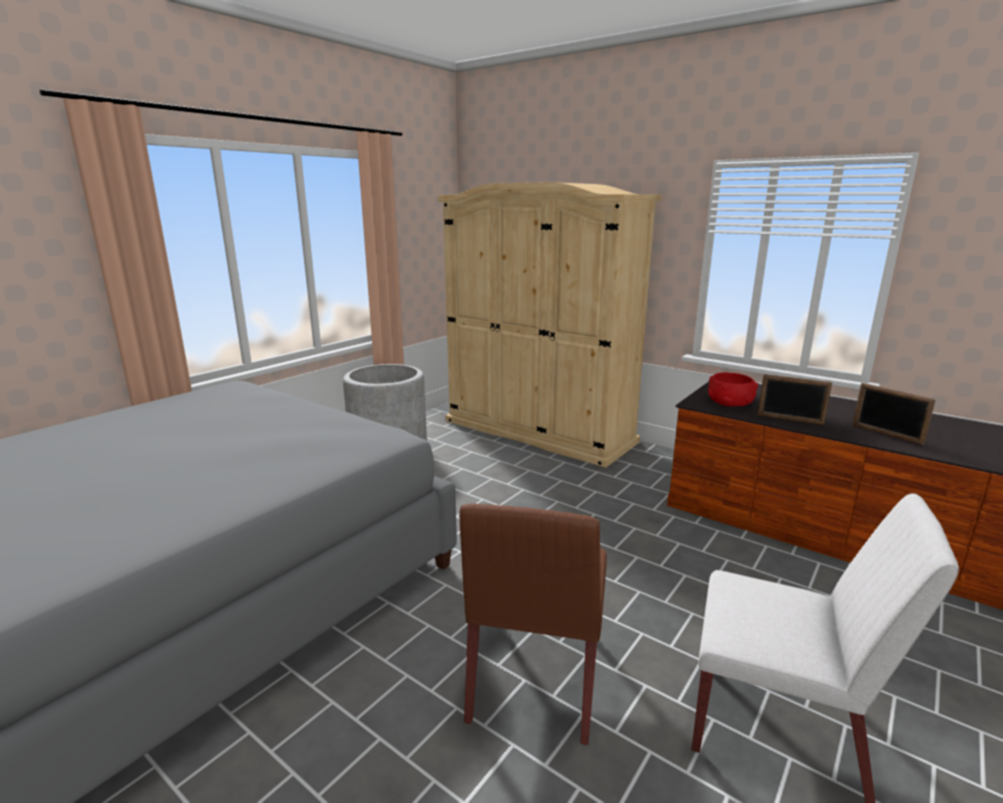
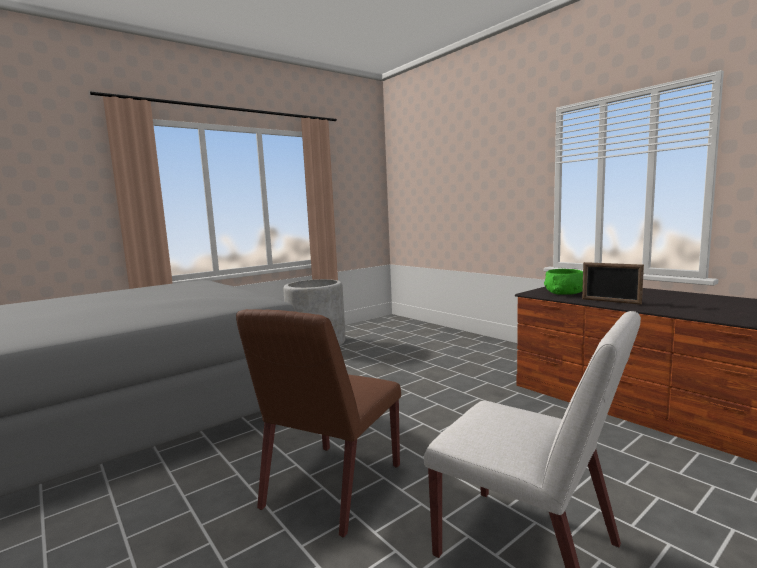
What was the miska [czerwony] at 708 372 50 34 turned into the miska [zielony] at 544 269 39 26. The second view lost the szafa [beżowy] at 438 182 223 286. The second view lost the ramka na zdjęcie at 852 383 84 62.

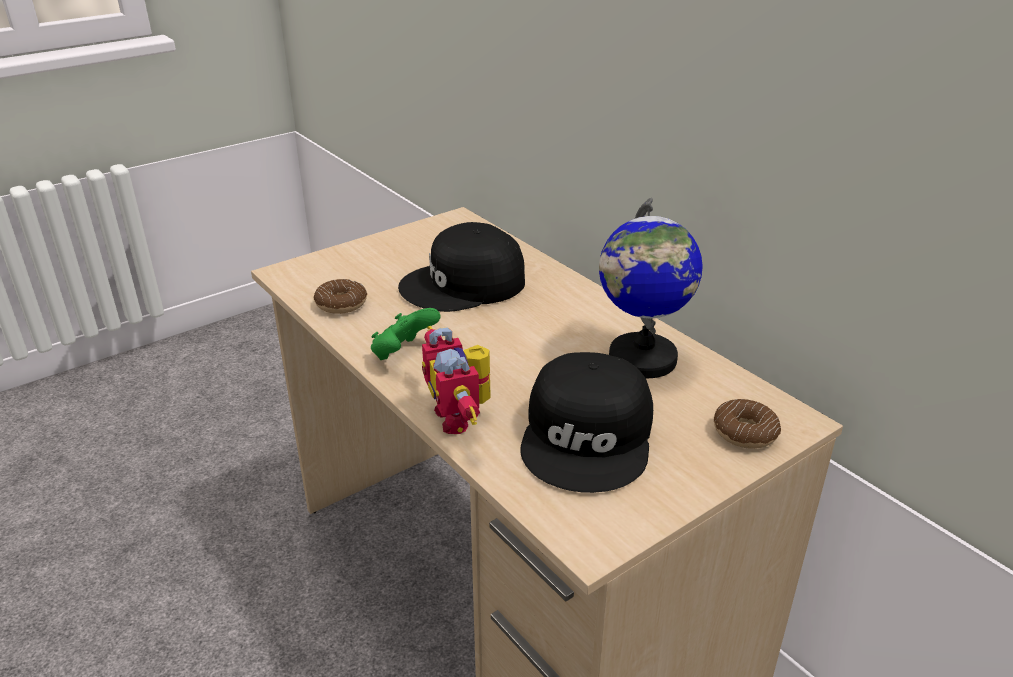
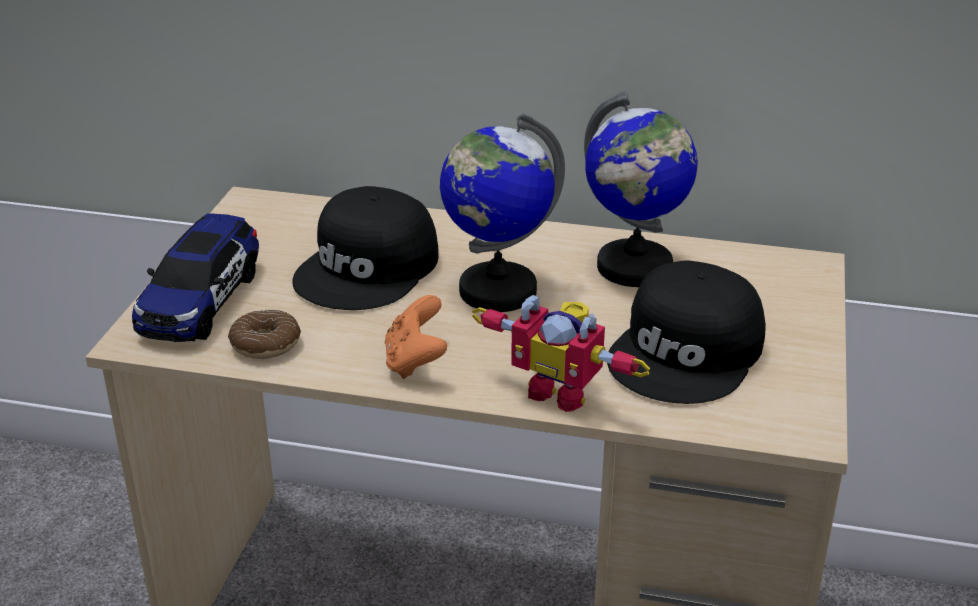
The second view gained the samochodzik at 132 214 127 128. What was the pad do gier [zielony] at 371 308 70 52 turned into the pad do gier [pomarańczowy] at 385 295 62 84. The second view gained the globus at 440 113 125 199. The czapka z daszkiem [czarny] at 520 352 133 141 ended up facing another way, 60 degrees clockwise from before. The second view lost the donut at 714 399 67 50.

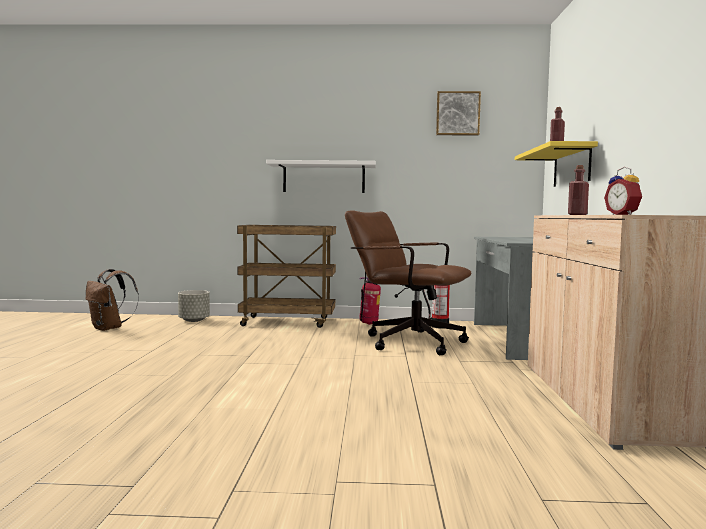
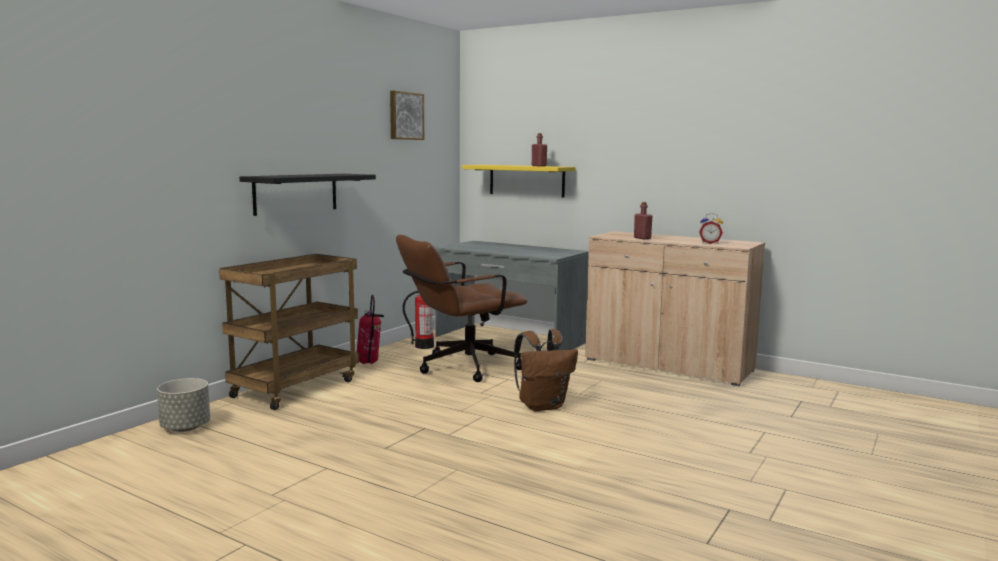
What was the półka [biały] at 266 160 110 33 turned into the półka [czarny] at 239 174 137 42. The plecak [brązowy] ended up elsewhere, having gone from 86 269 53 62 to 514 329 64 82.

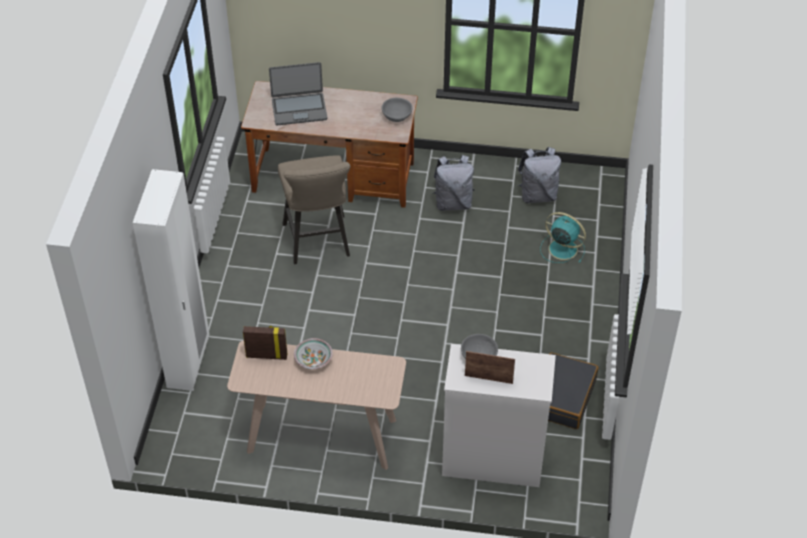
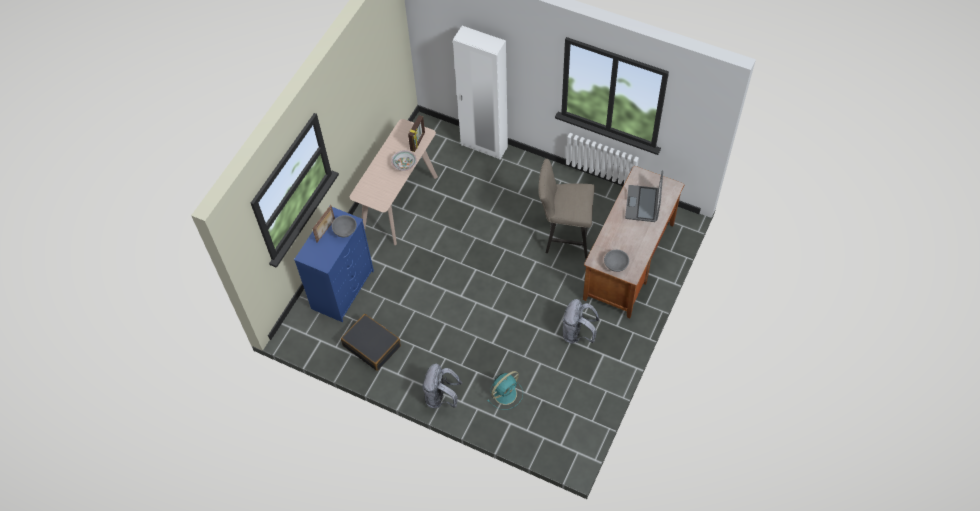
What was the komoda [biały] at 442 344 114 143 turned into the komoda [niebieski] at 294 207 80 115. The plecak [szary] ended up elsewhere, having gone from 518 147 43 56 to 422 364 40 45.

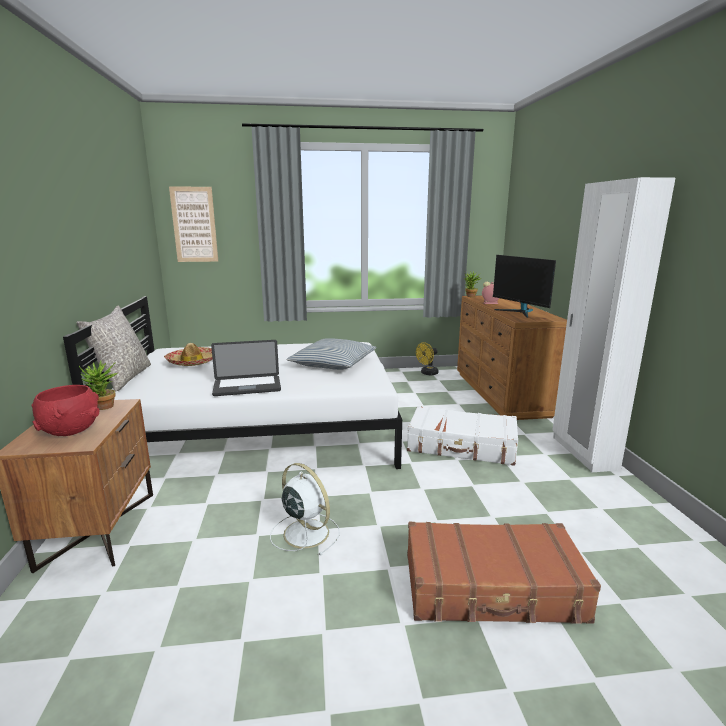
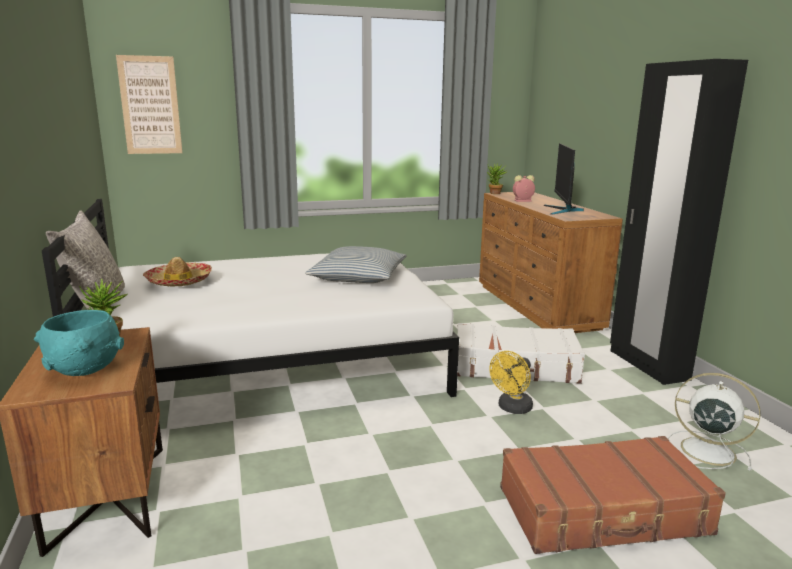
What was the miska [czerwony] at 31 385 68 51 turned into the miska [turkusowy] at 34 310 90 66. The wentylator [żółty] ended up elsewhere, having gone from 416 342 23 33 to 490 351 43 63. The monitor at 493 255 63 63 ended up facing another way, 45 degrees clockwise from before. What was the szafa [biały] at 552 177 123 295 turned into the szafa [czarny] at 610 59 138 326. The wentylator [biały] ended up elsewhere, having gone from 270 463 70 93 to 668 373 92 97. The second view lost the laptop at 211 340 70 56.

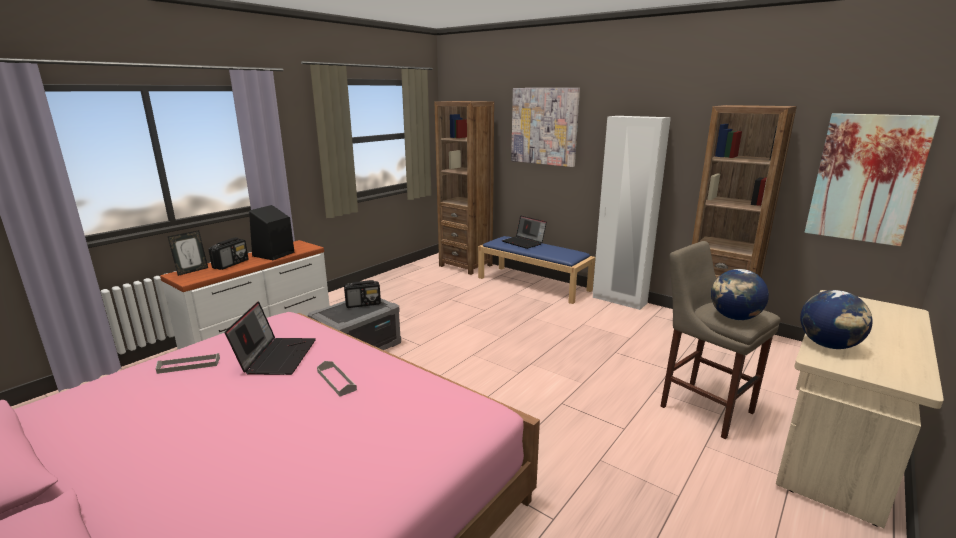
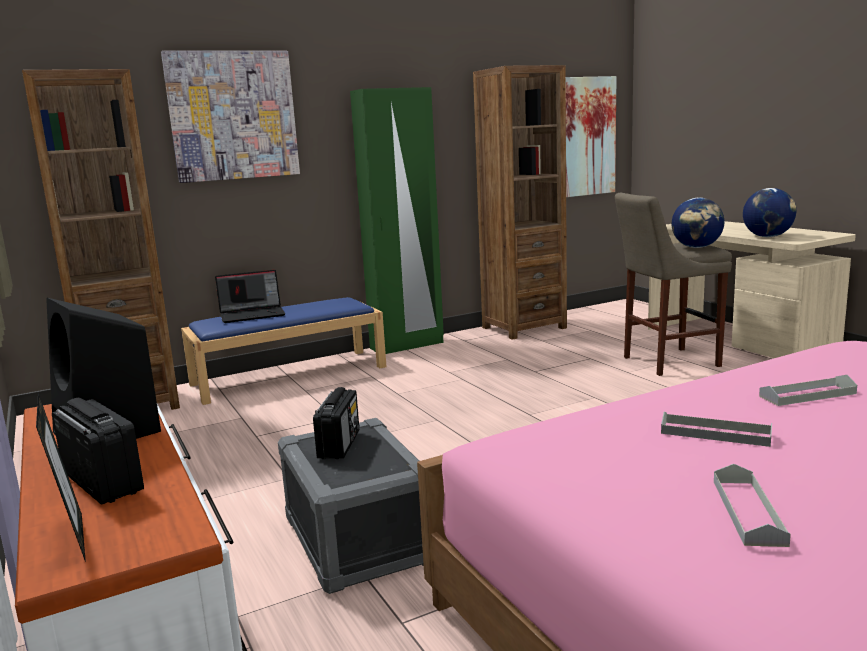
What was the szafa [biały] at 593 116 78 194 turned into the szafa [zielony] at 350 87 94 267. Where the laptop stood at 225 301 91 74, the taca [szary] came to stand at 661 412 111 35.

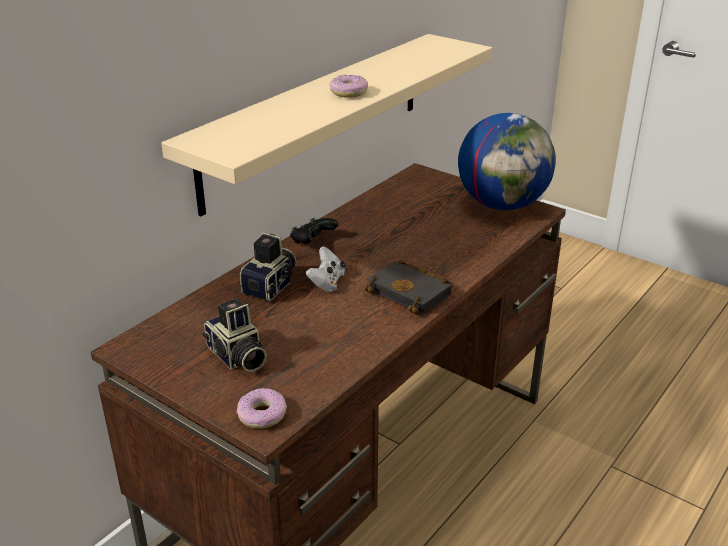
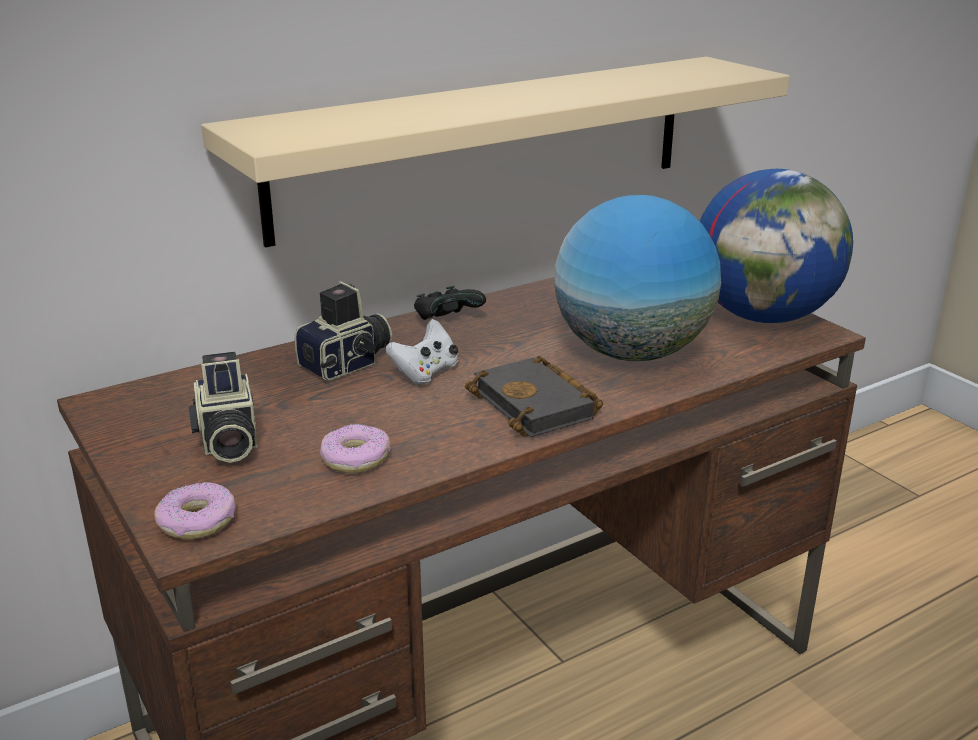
The donut ended up elsewhere, having gone from 330 75 38 23 to 320 424 71 49. The second view gained the globus at 554 195 167 166.

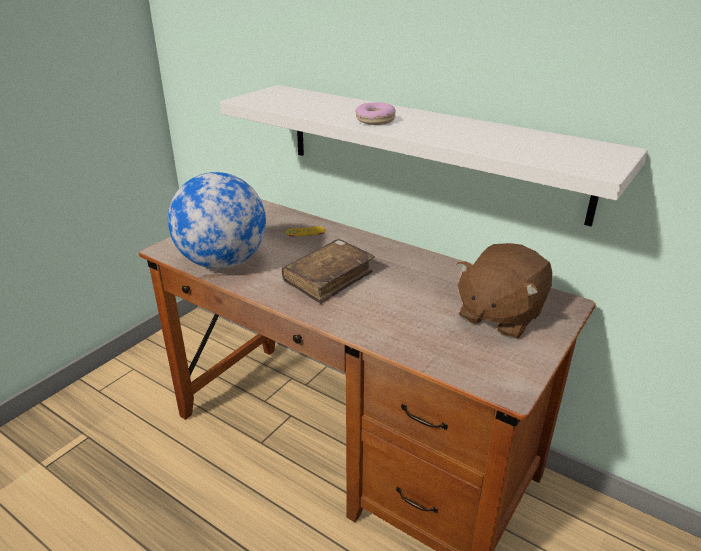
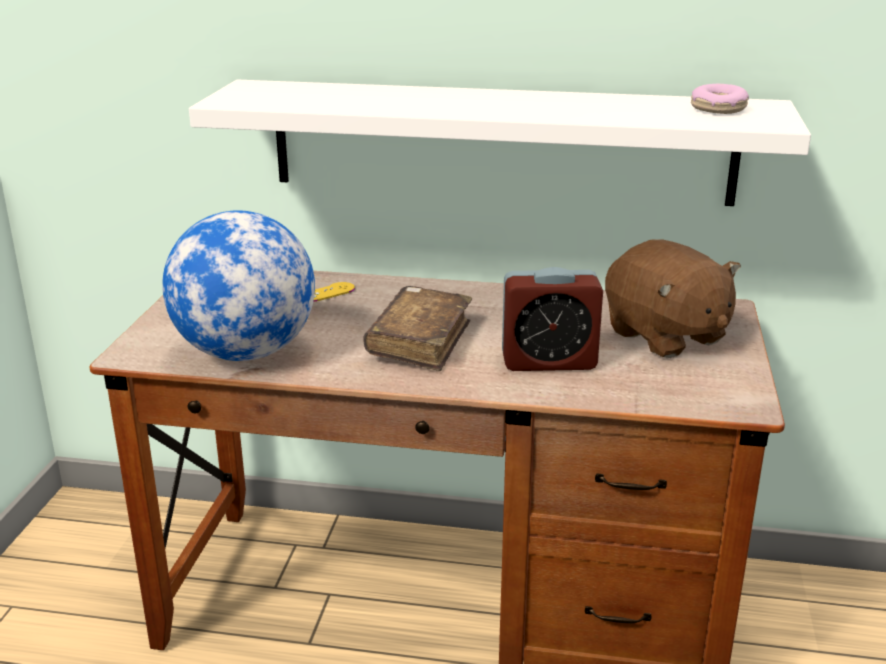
The second view gained the budzik at 502 267 101 104. The pluszak [brązowy] at 456 243 96 96 ended up facing another way, 45 degrees counterclockwise from before. The donut ended up elsewhere, having gone from 355 102 41 23 to 691 84 58 30.

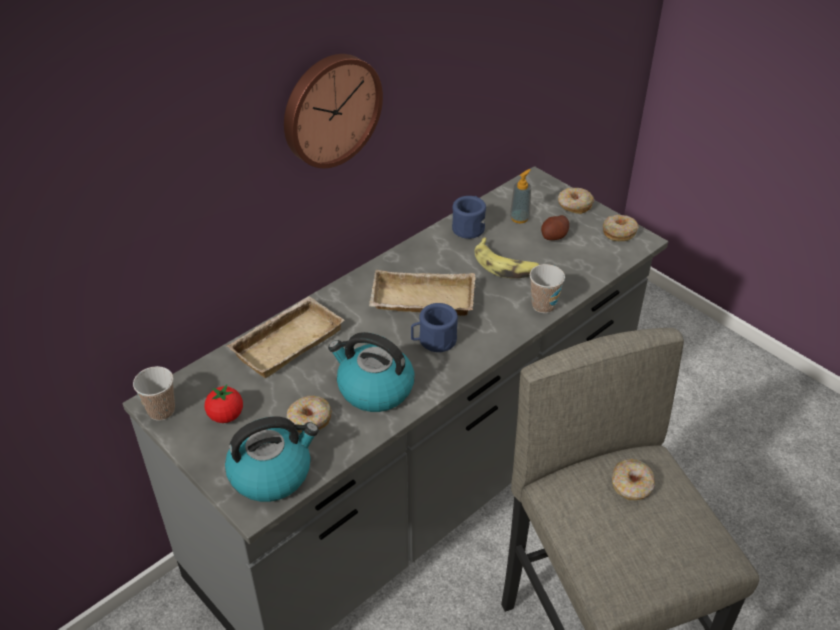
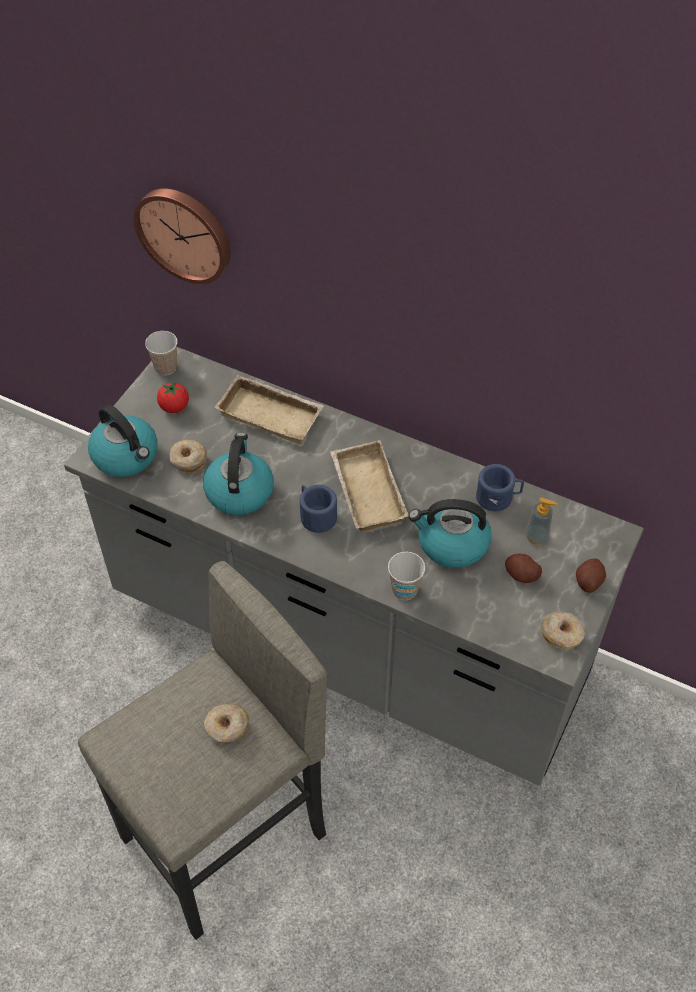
The zegar ścienny ended up elsewhere, having gone from 284 54 99 114 to 134 188 97 96. Where the banan stood at 475 237 64 41, the czajnik came to stand at 409 499 83 69. Where the donut stood at 558 188 36 26, the ziemniak came to stand at 576 558 30 35.

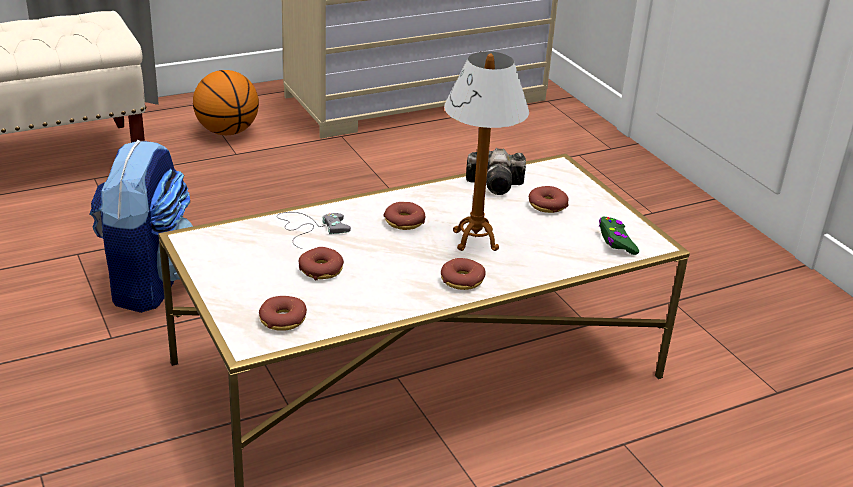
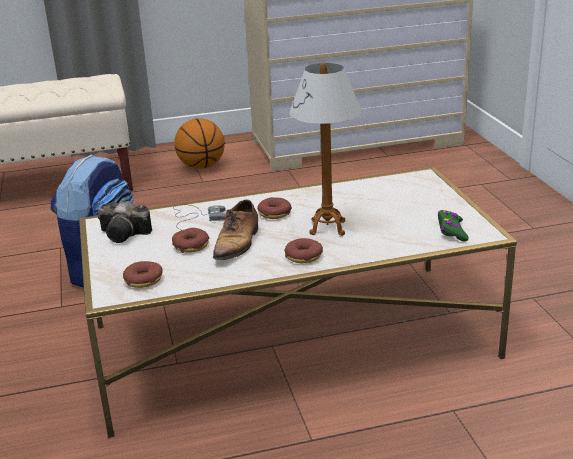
The aparat fotograficzny ended up elsewhere, having gone from 466 148 60 47 to 98 200 54 43. The second view gained the but at 213 199 45 61. The second view lost the donut at 529 186 40 27.

